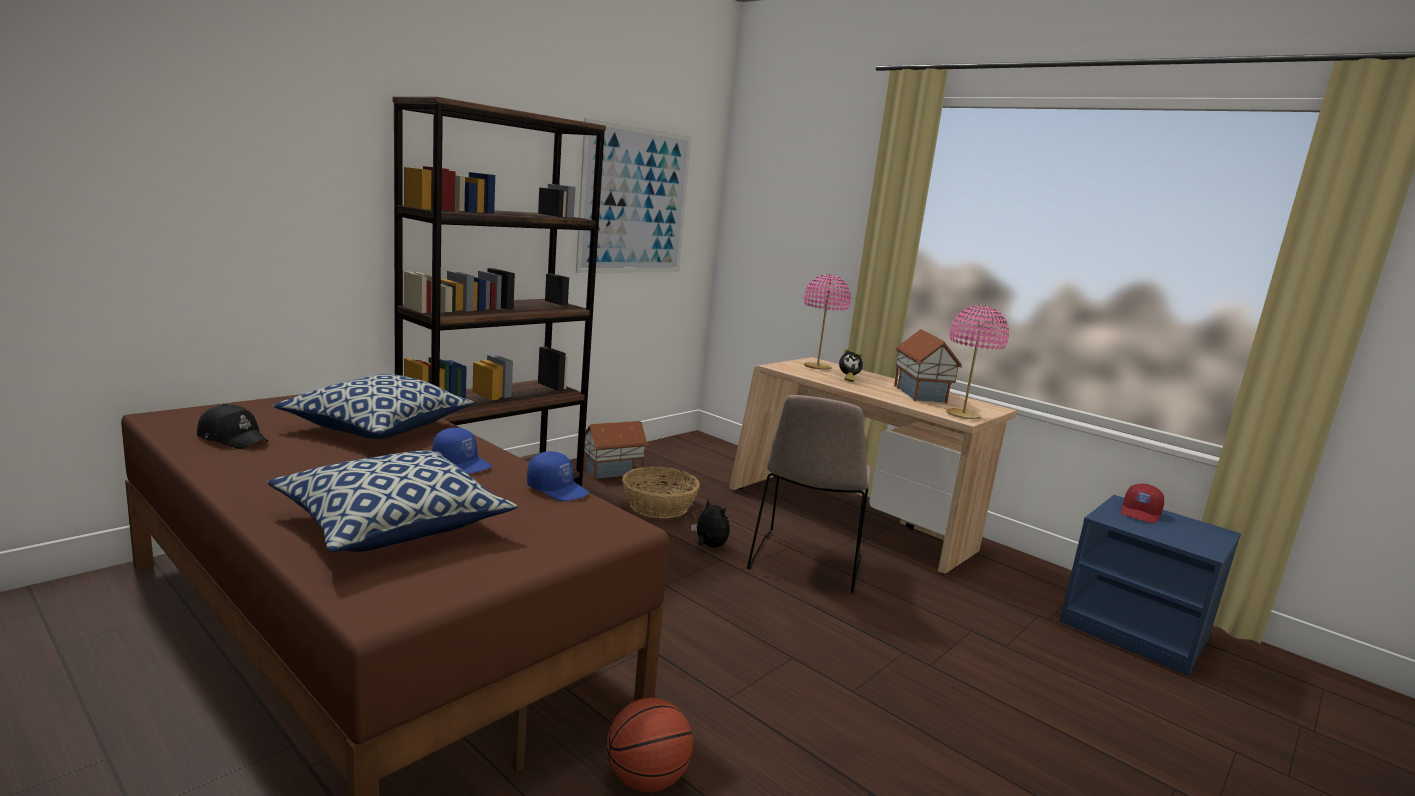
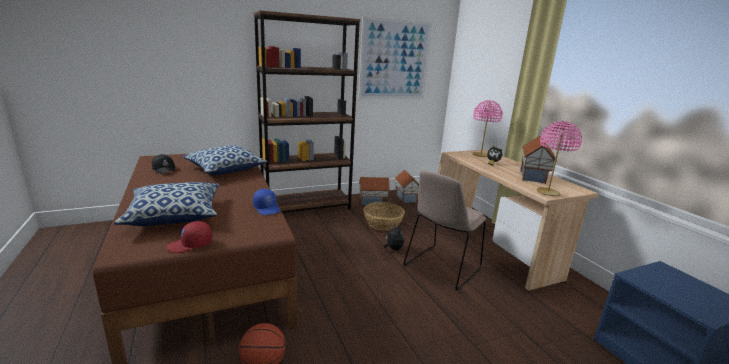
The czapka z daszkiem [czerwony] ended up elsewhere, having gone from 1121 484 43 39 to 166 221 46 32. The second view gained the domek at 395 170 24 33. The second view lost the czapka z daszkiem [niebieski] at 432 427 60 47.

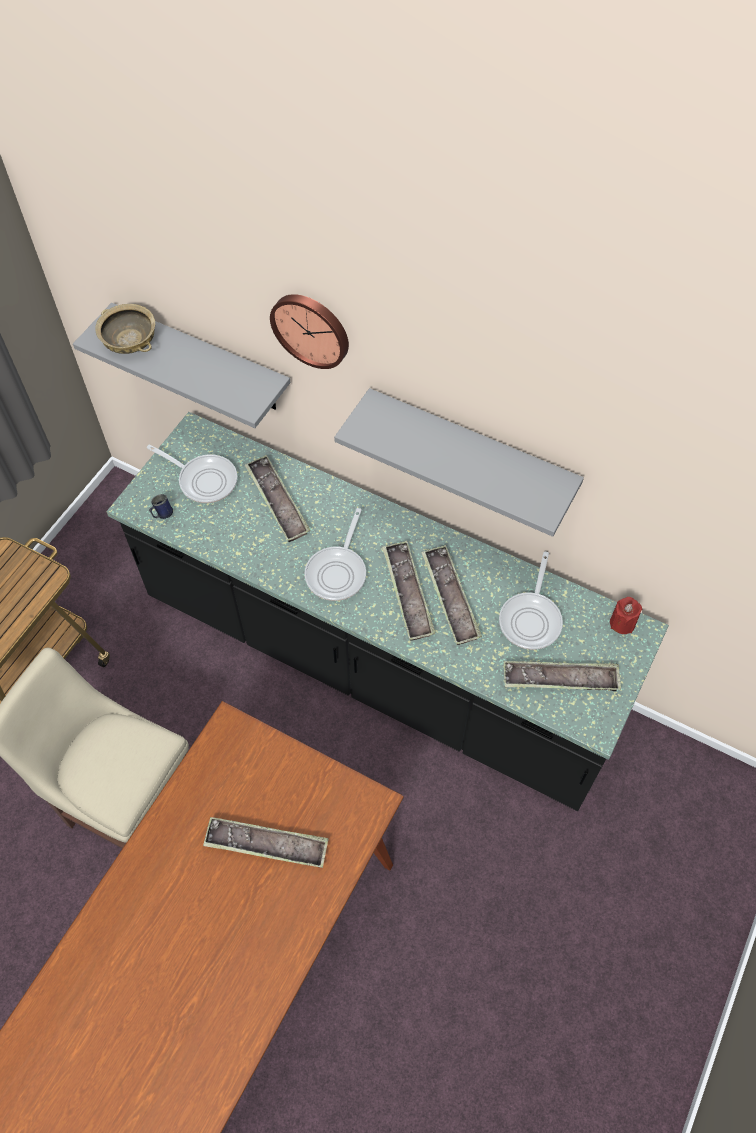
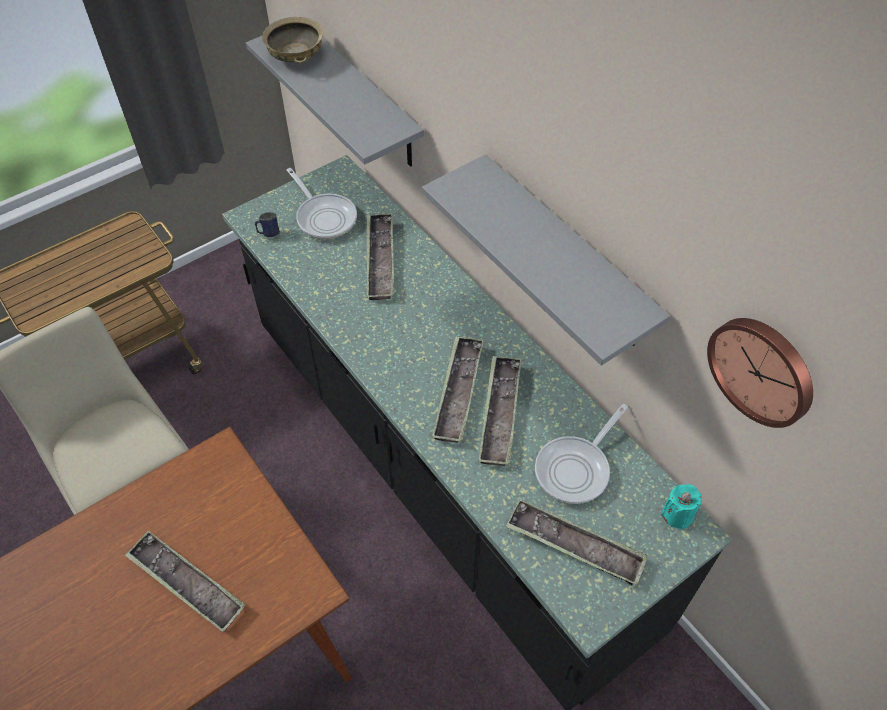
What was the świeca [czerwony] at 610 597 32 37 turned into the świeca [turkusowy] at 661 484 41 46. The zegar ścienny ended up elsewhere, having gone from 270 294 79 75 to 707 318 106 110. The second view lost the patelnia at 305 508 61 93.

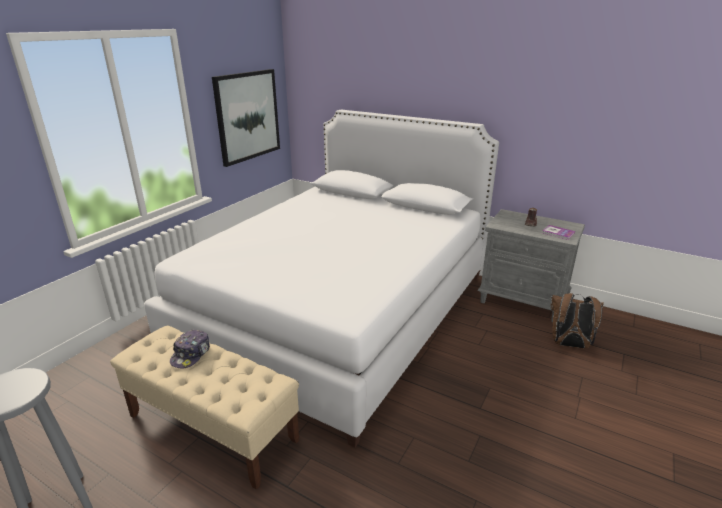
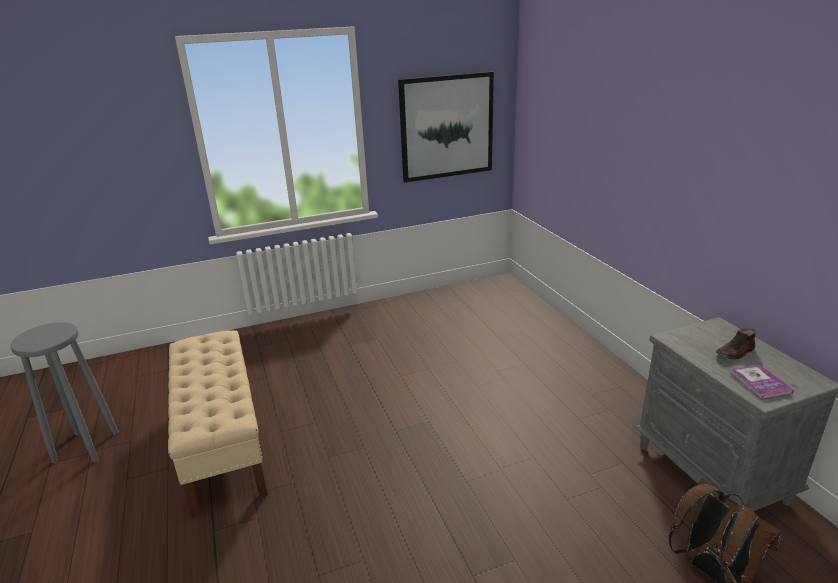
The second view lost the łóżko [biały] at 144 110 355 338. The second view lost the czapka z daszkiem at 170 330 40 38.

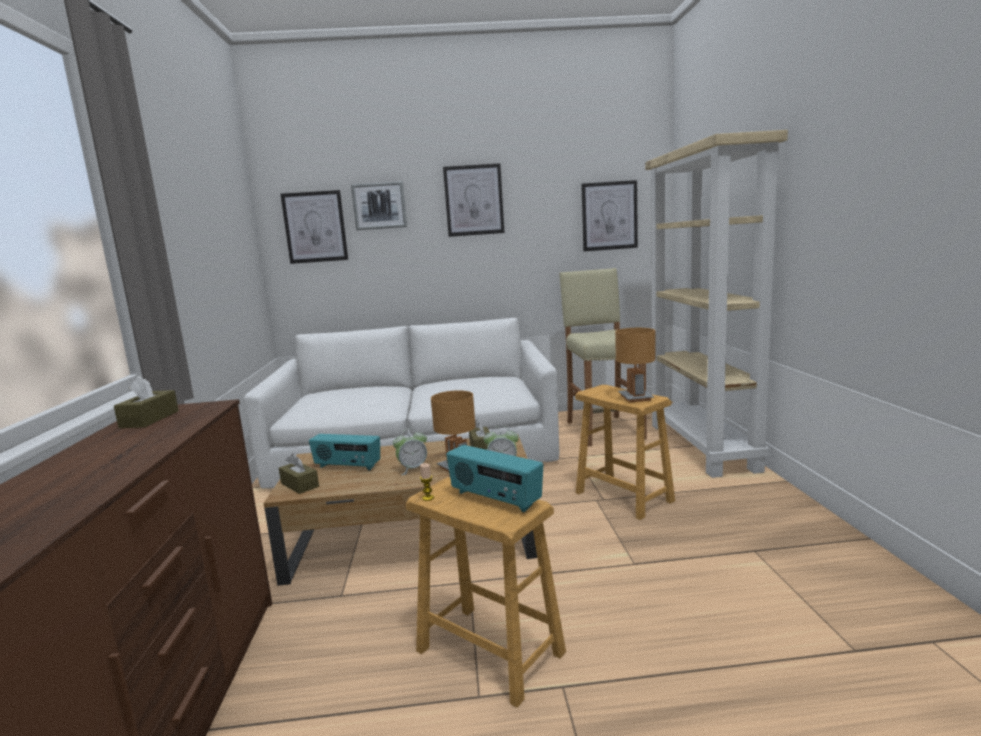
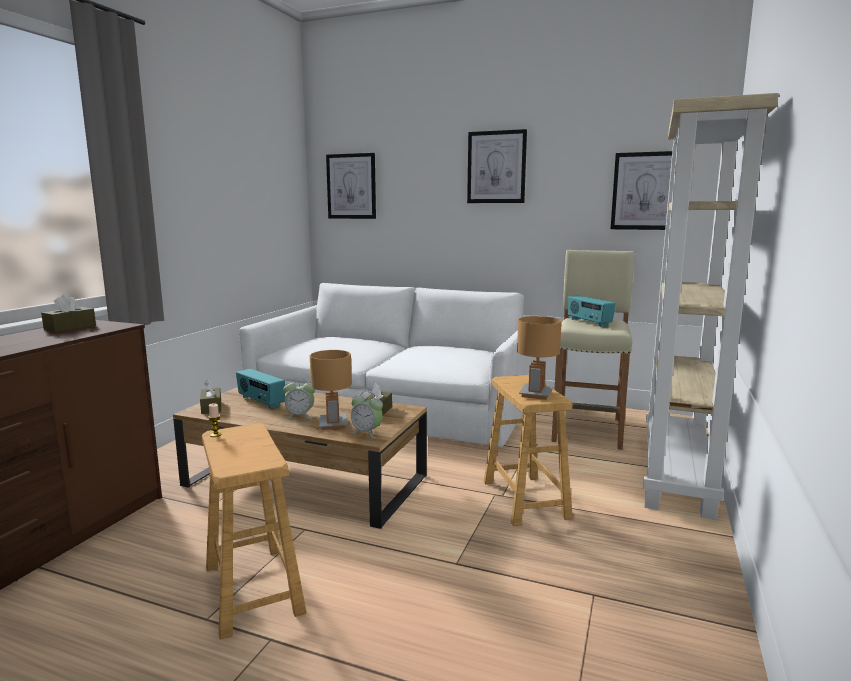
The radio ended up elsewhere, having gone from 446 445 97 67 to 568 296 48 31. The second view lost the obraz at 351 181 56 49.

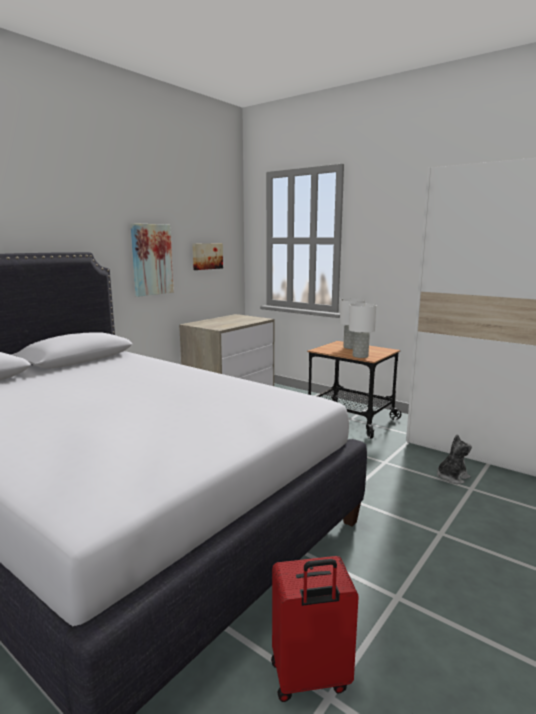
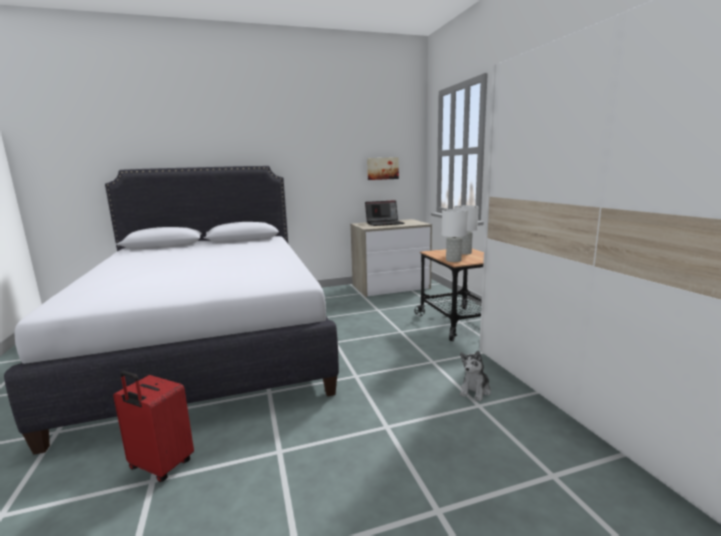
The second view gained the laptop at 365 200 39 26. The pluszak at 437 434 35 50 ended up facing another way, 120 degrees clockwise from before. The second view lost the obraz at 130 223 44 74.

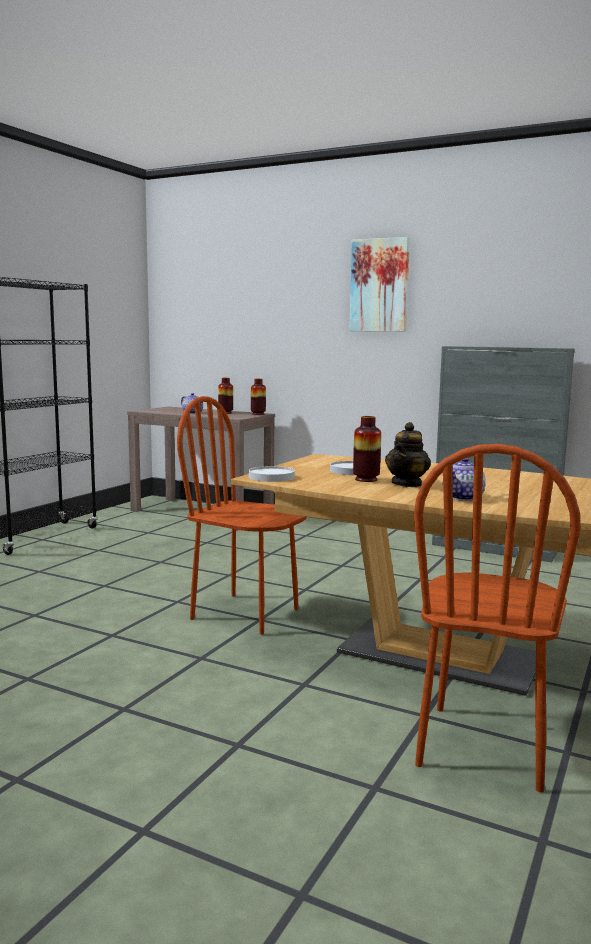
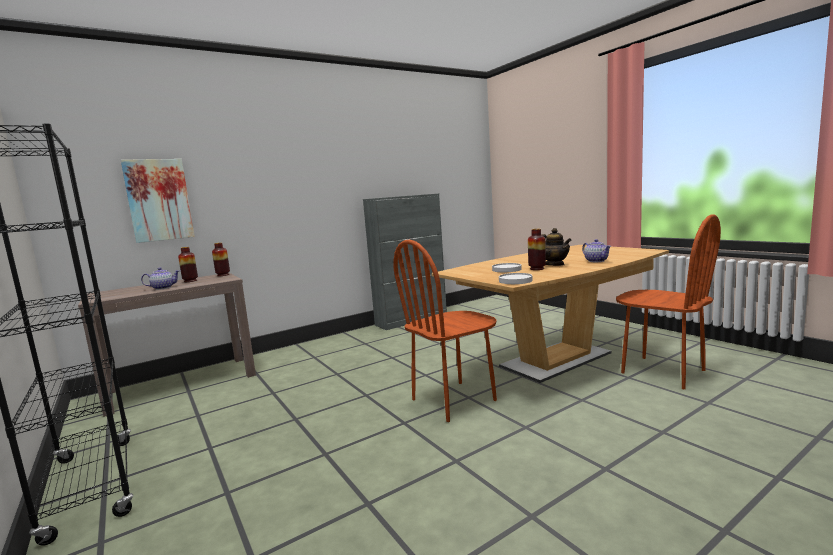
The obraz ended up elsewhere, having gone from 349 237 61 95 to 121 159 74 84.

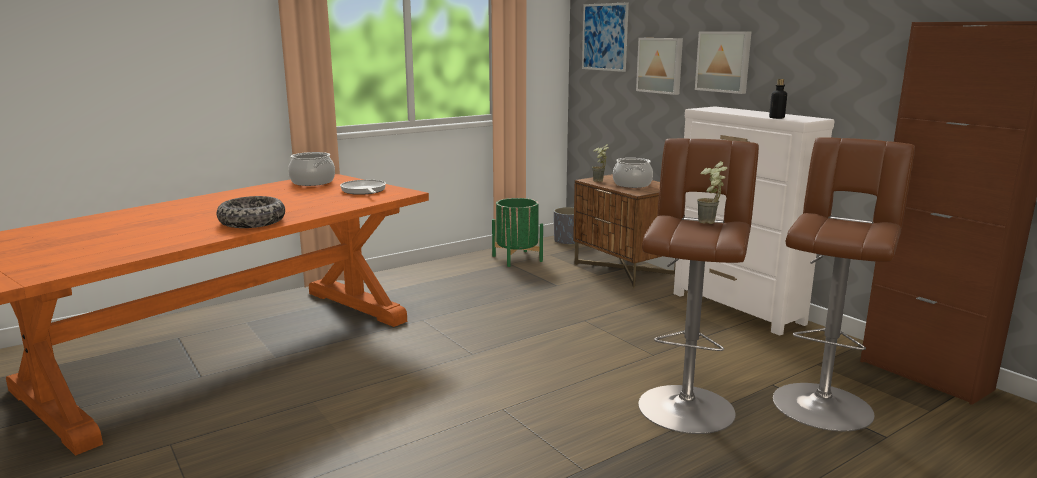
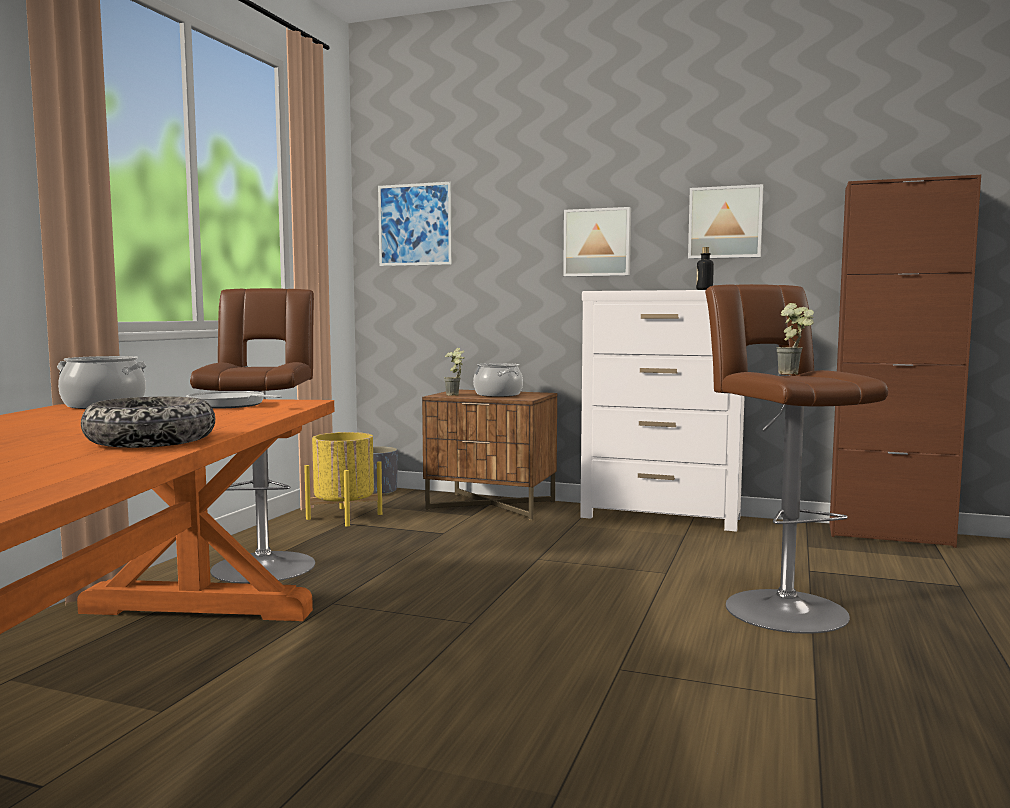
The stołek [brązowy] ended up elsewhere, having gone from 773 137 142 294 to 190 288 125 296. What was the donica [zielony] at 492 198 51 69 turned into the donica [żółty] at 304 432 78 95. The obraz ended up elsewhere, having gone from 636 38 47 57 to 688 184 75 75.

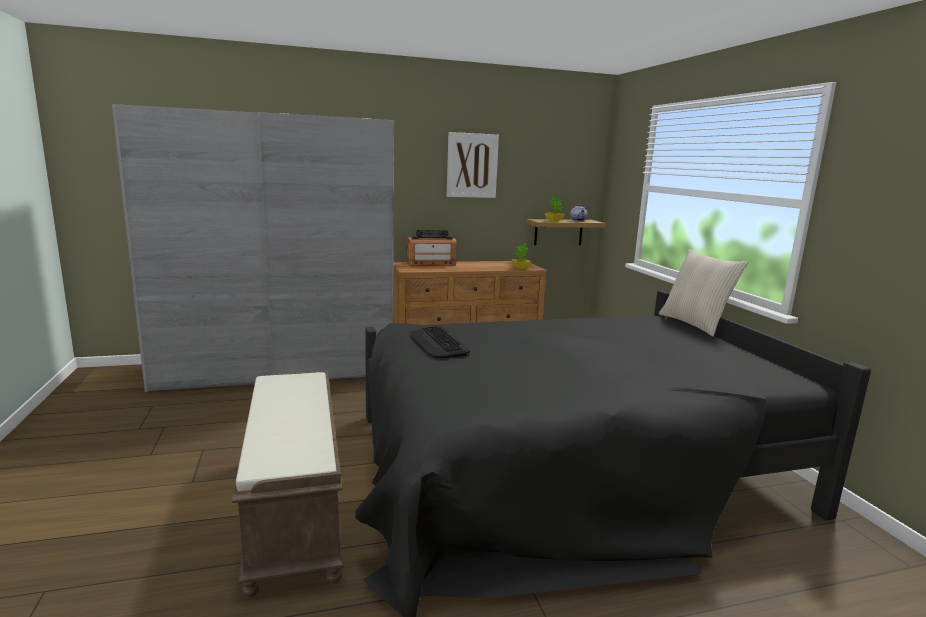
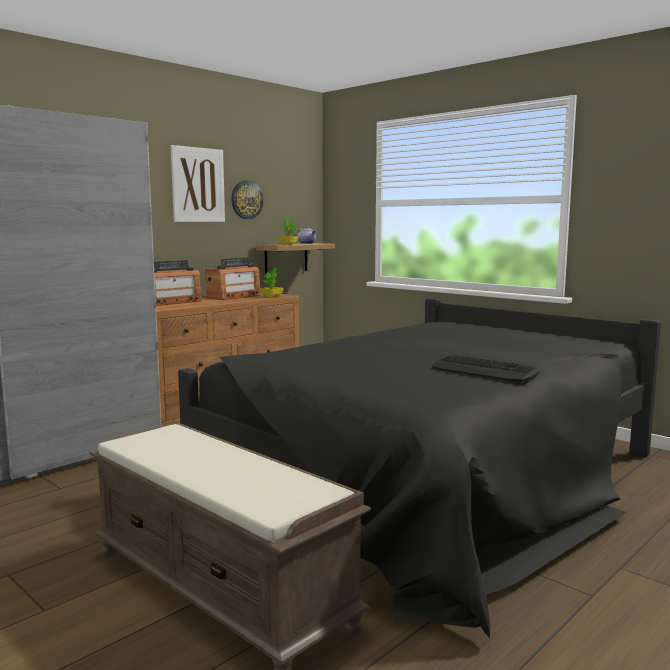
The second view gained the radio at 206 257 55 43. The second view gained the zegar ścienny at 231 181 32 38. The klawiatura ended up elsewhere, having gone from 411 326 59 32 to 432 355 108 27. The second view lost the poduszka [beżowy] at 659 249 89 88.

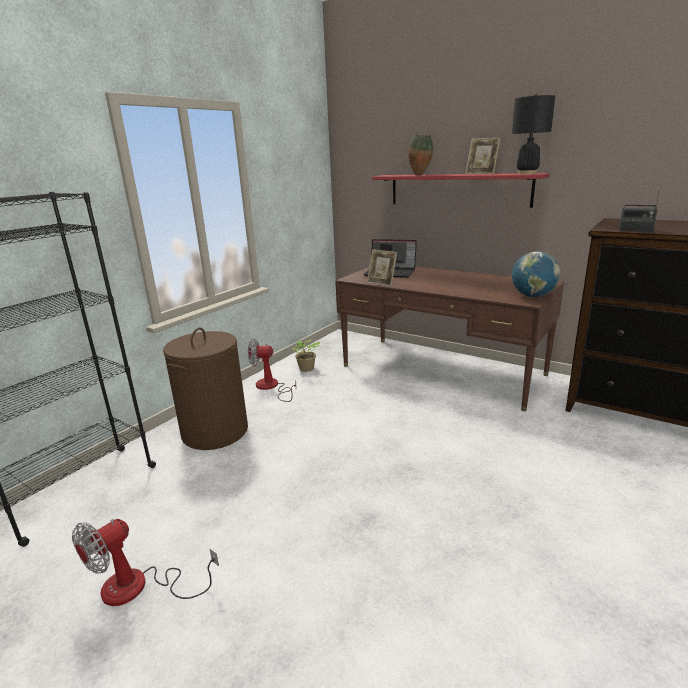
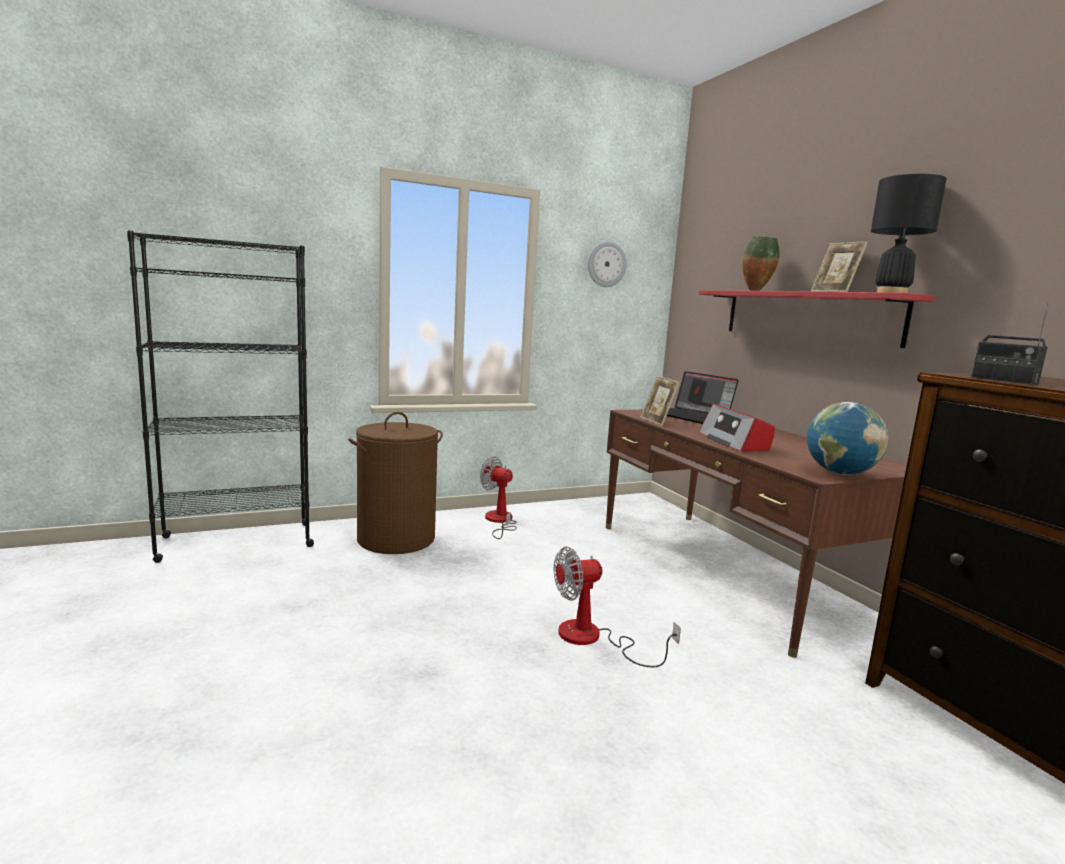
The wentylator ended up elsewhere, having gone from 72 519 147 87 to 554 546 127 122. The second view gained the zegar ścienny at 588 241 39 46. The second view gained the radio at 699 403 76 48. The second view lost the roślina doniczkowa at 292 339 28 33.

